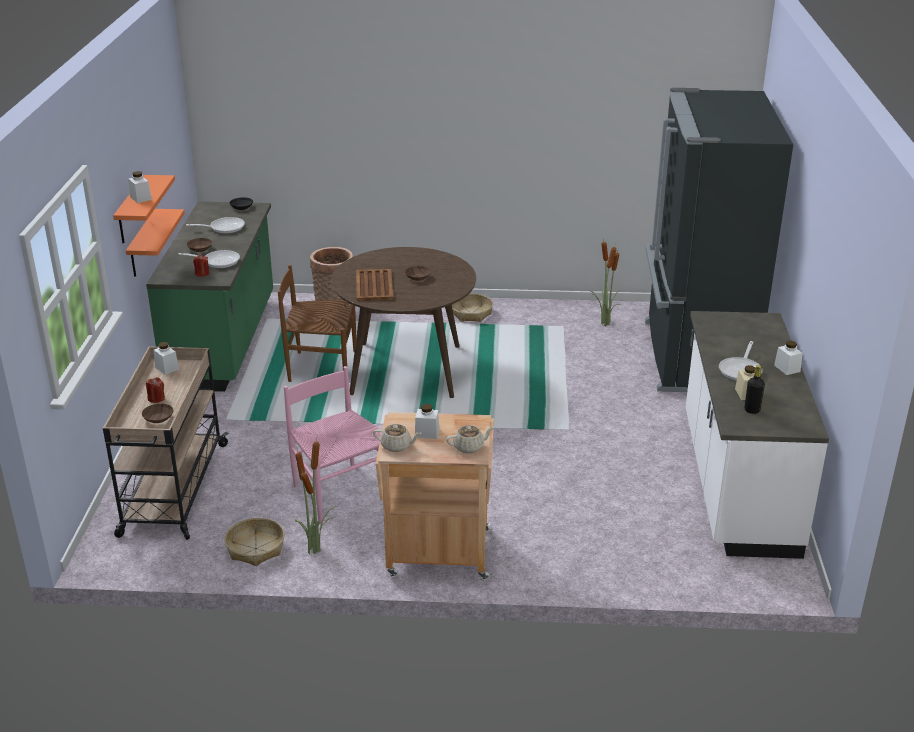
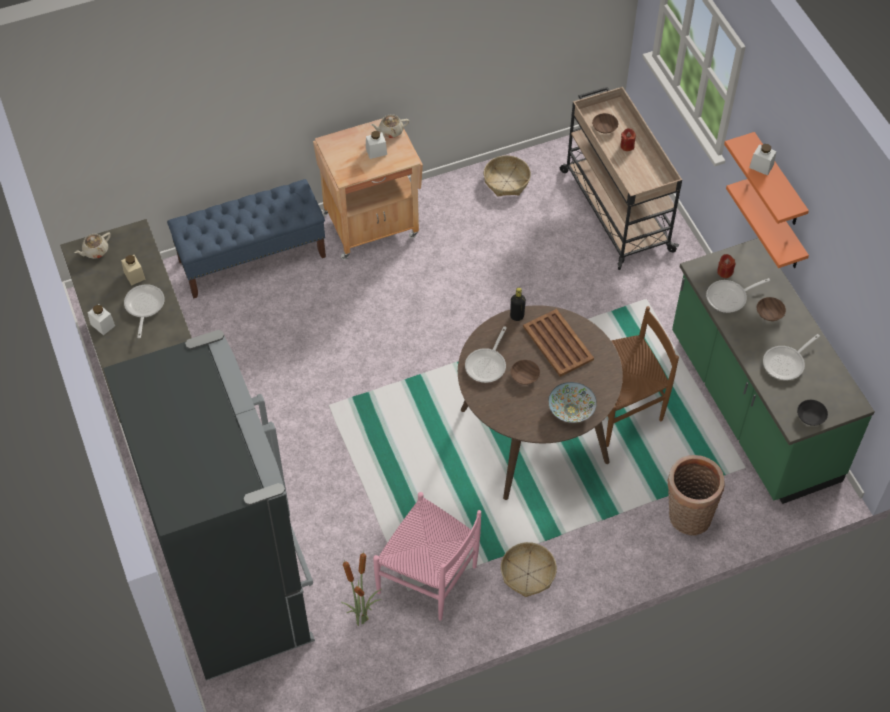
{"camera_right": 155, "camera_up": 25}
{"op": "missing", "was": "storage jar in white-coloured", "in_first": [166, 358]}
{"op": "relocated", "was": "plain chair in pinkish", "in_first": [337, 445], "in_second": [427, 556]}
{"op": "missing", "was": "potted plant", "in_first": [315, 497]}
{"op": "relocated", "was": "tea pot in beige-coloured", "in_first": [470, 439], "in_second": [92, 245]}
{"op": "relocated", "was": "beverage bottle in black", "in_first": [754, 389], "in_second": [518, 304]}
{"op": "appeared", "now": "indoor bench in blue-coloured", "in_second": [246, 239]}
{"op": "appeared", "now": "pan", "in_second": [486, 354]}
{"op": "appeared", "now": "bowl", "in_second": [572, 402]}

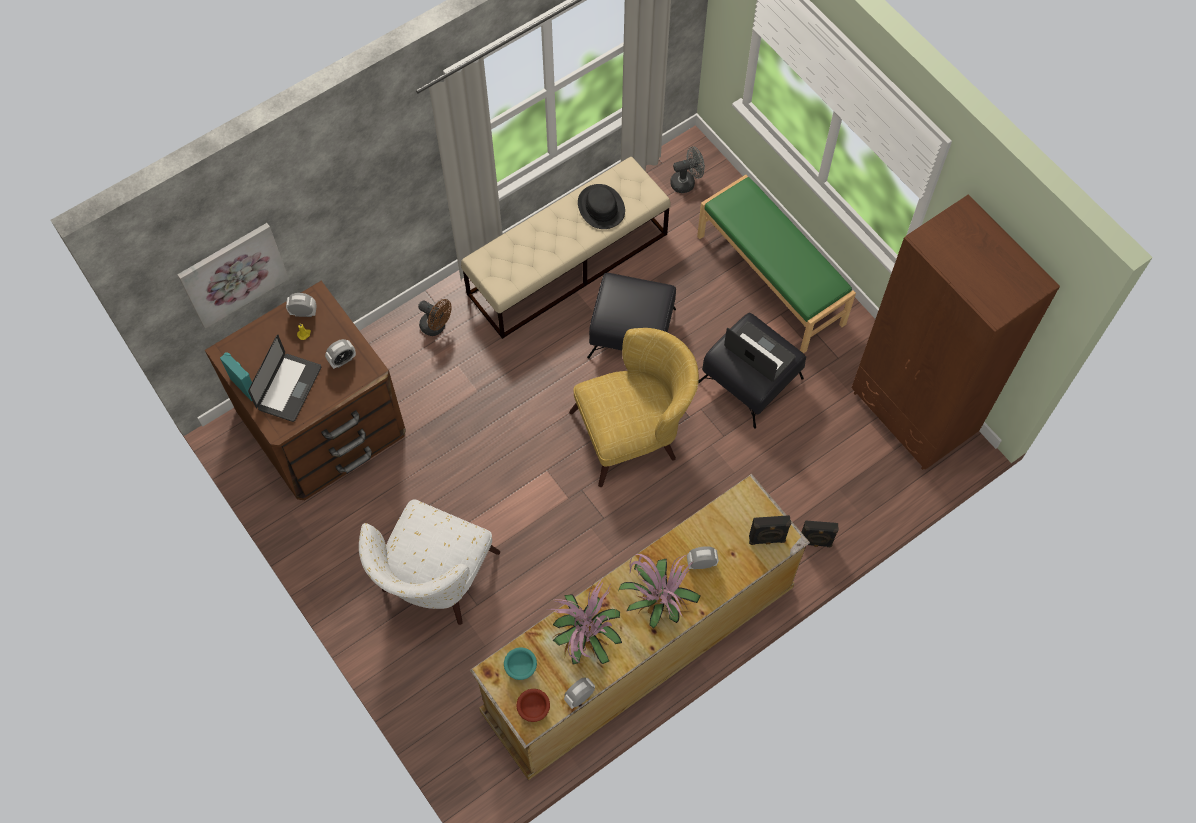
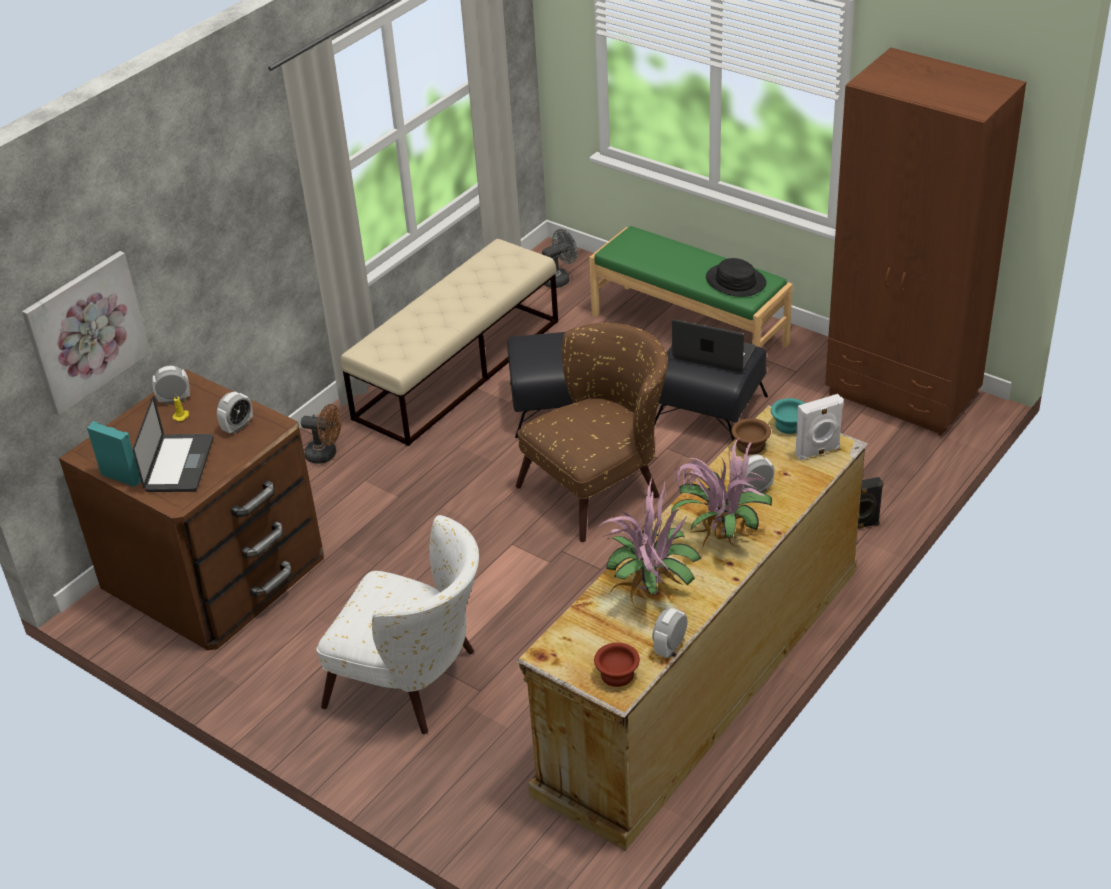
{"camera_right": -15, "camera_up": -25}
{"op": "spun", "was": "easy chair in white-coloured", "in_first": [429, 562], "in_second": [398, 624], "clockwise": -75}
{"op": "relocated", "was": "bowl in blue-green", "in_first": [520, 663], "in_second": [788, 416]}
{"op": "colour", "was": "easy chair in yellowish", "now": "easy chair in brownish", "in_first": [634, 407], "in_second": [592, 432]}
{"op": "relocated", "was": "clothing hat in black", "in_first": [601, 206], "in_second": [736, 277]}
{"op": "colour", "was": "audio speaker in black", "now": "audio speaker in white-coloured", "in_first": [770, 530], "in_second": [819, 427]}
{"op": "appeared", "now": "bowl in brownish", "in_second": [751, 436]}

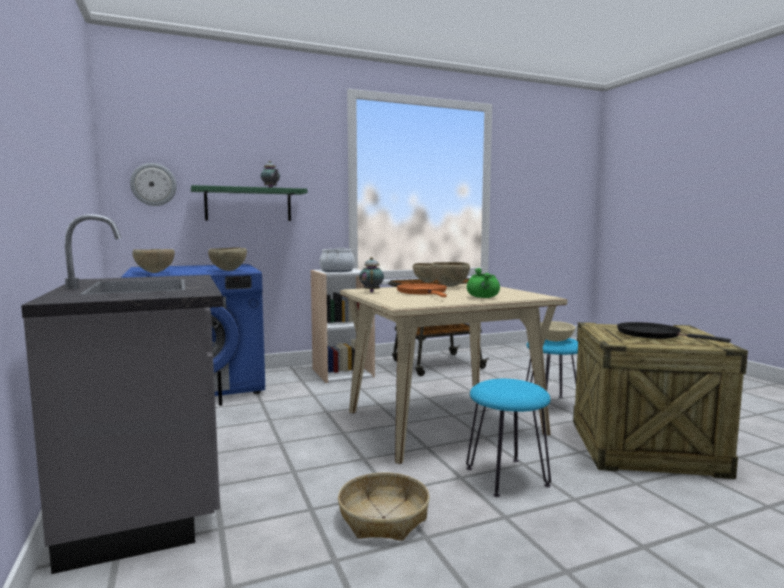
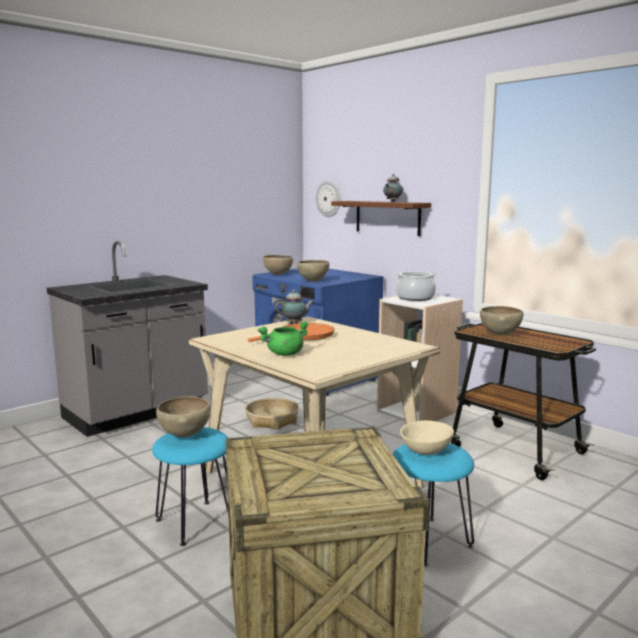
{"camera_right": 70, "camera_up": 5}
{"op": "colour", "was": "wall shelf in greenish", "now": "wall shelf in brownish", "in_first": [249, 203], "in_second": [381, 218]}
{"op": "relocated", "was": "basket", "in_first": [384, 506], "in_second": [272, 414]}
{"op": "relocated", "was": "bowl in brownish", "in_first": [450, 274], "in_second": [183, 416]}
{"op": "missing", "was": "pan in black", "in_first": [674, 332]}

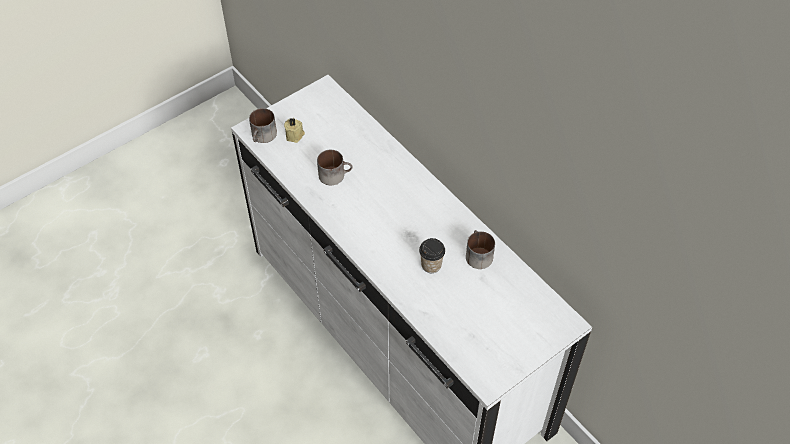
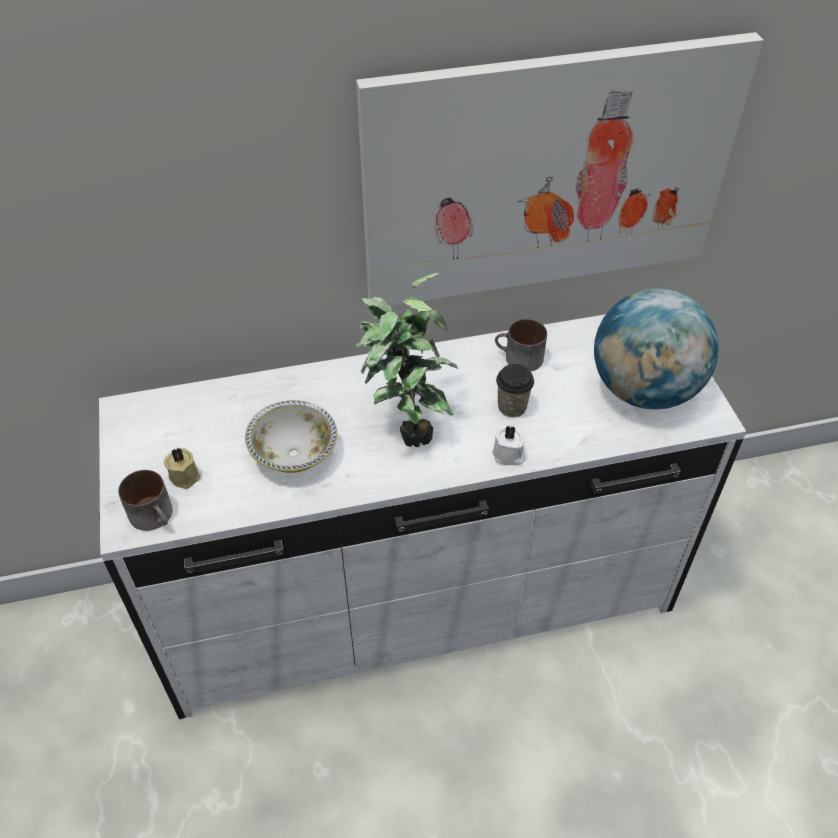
{"camera_right": -65, "camera_up": -5}
{"op": "exchanged", "was": "tea mug", "now": "bowl", "in_first": [335, 167], "in_second": [291, 436]}
{"op": "appeared", "now": "potted plant", "in_second": [406, 359]}
{"op": "appeared", "now": "wall picture", "in_second": [560, 169]}
{"op": "appeared", "now": "wax light in white-coloured", "in_second": [509, 445]}
{"op": "appeared", "now": "world globe", "in_second": [656, 349]}

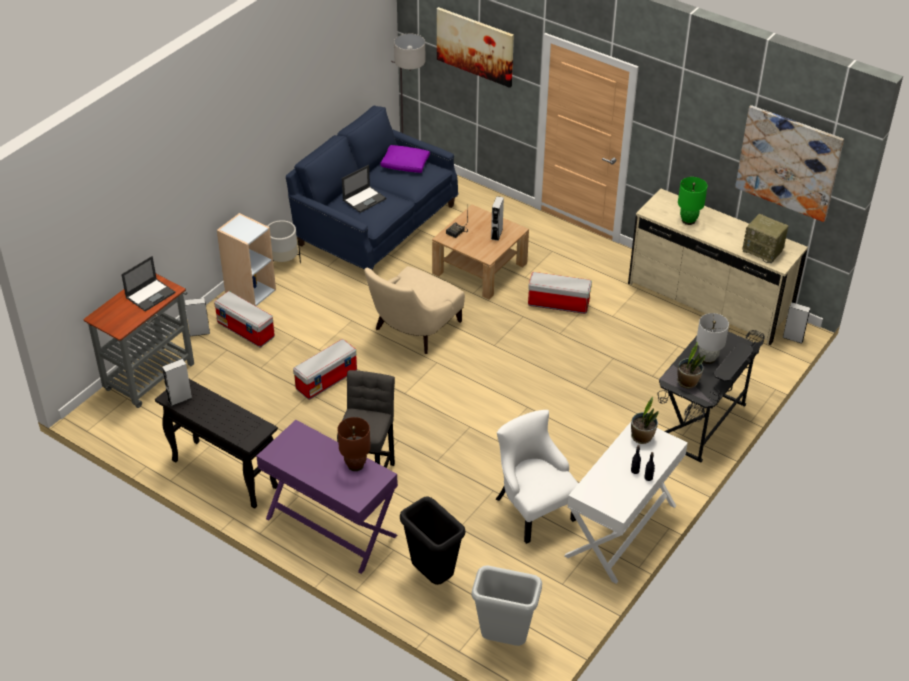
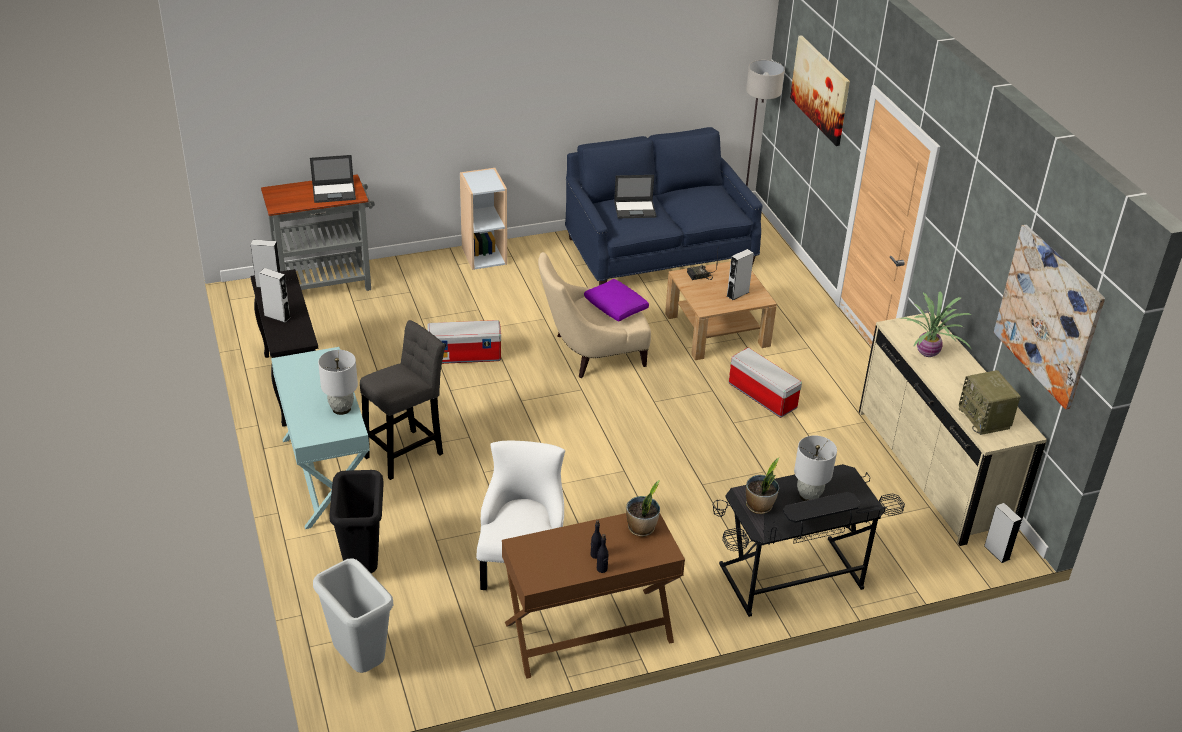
{"camera_right": 35, "camera_up": -5}
{"op": "relocated", "was": "audio speaker in greyish", "in_first": [197, 317], "in_second": [275, 295]}
{"op": "missing", "was": "storage bin", "in_first": [244, 319]}
{"op": "colour", "was": "desk table in purple-coloured", "now": "desk table in blue-green", "in_first": [327, 497], "in_second": [320, 438]}
{"op": "missing", "was": "flower pot in white-coloured", "in_first": [284, 241]}
{"op": "colour", "was": "lamp for a table in brownish", "now": "lamp for a table in white-coloured", "in_first": [354, 444], "in_second": [338, 382]}
{"op": "relocated", "was": "pillow in purple-coloured", "in_first": [405, 159], "in_second": [616, 300]}
{"op": "colour", "was": "desk table in white-coloured", "now": "desk table in brownish", "in_first": [626, 503], "in_second": [593, 596]}
{"op": "exchanged", "was": "lamp for a table in greenish", "now": "potted plant", "in_first": [692, 201], "in_second": [936, 324]}

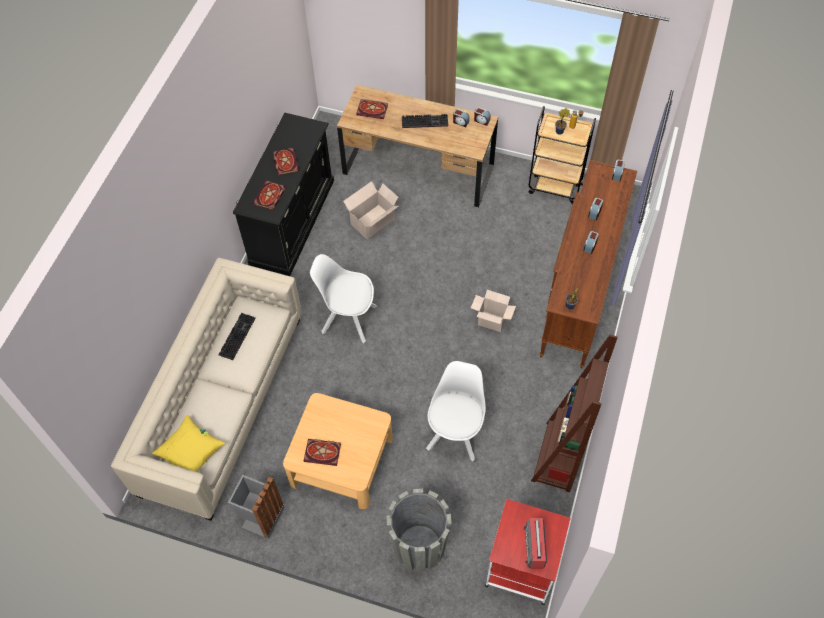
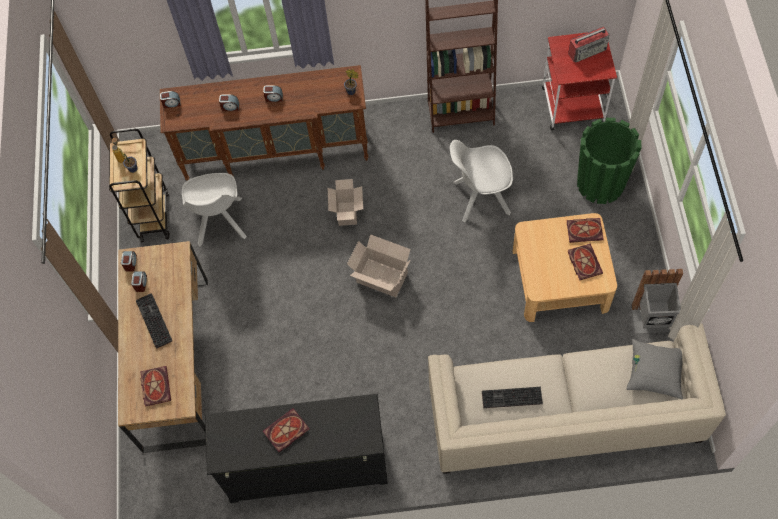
{"camera_right": -110, "camera_up": 5}
{"op": "colour", "was": "pillow in yellowish", "now": "pillow in greyish", "in_first": [189, 443], "in_second": [655, 369]}
{"op": "relocated", "was": "bound book", "in_first": [269, 195], "in_second": [585, 230]}
{"op": "relocated", "was": "plain chair in white-coloured", "in_first": [343, 298], "in_second": [214, 209]}
{"op": "relocated", "was": "carton", "in_first": [371, 210], "in_second": [379, 265]}
{"op": "colour", "was": "flower pot in greyish", "now": "flower pot in greenish", "in_first": [419, 530], "in_second": [609, 161]}

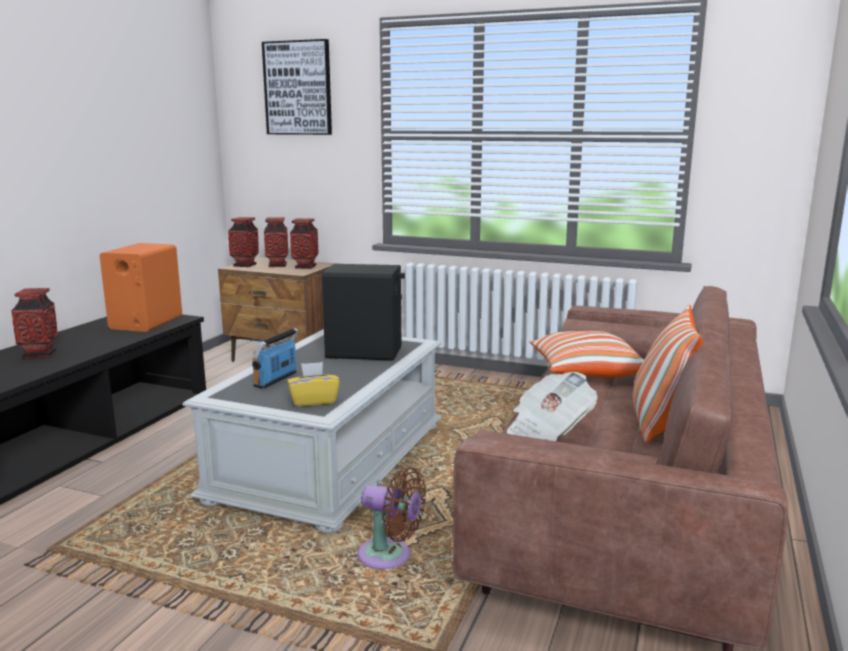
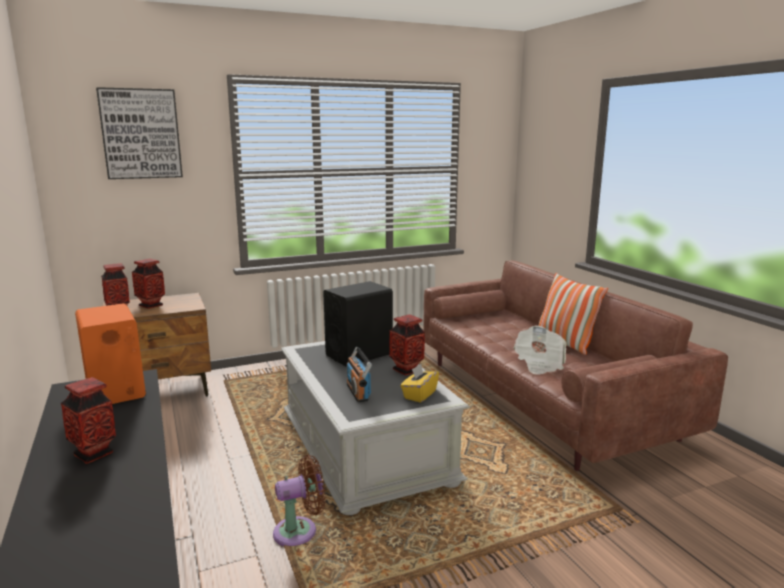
{"camera_right": -45, "camera_up": 0}
{"op": "relocated", "was": "decorative vase", "in_first": [304, 243], "in_second": [407, 345]}
{"op": "relocated", "was": "cooling fan in brownish", "in_first": [392, 518], "in_second": [299, 501]}
{"op": "missing", "was": "pillow", "in_first": [586, 354]}

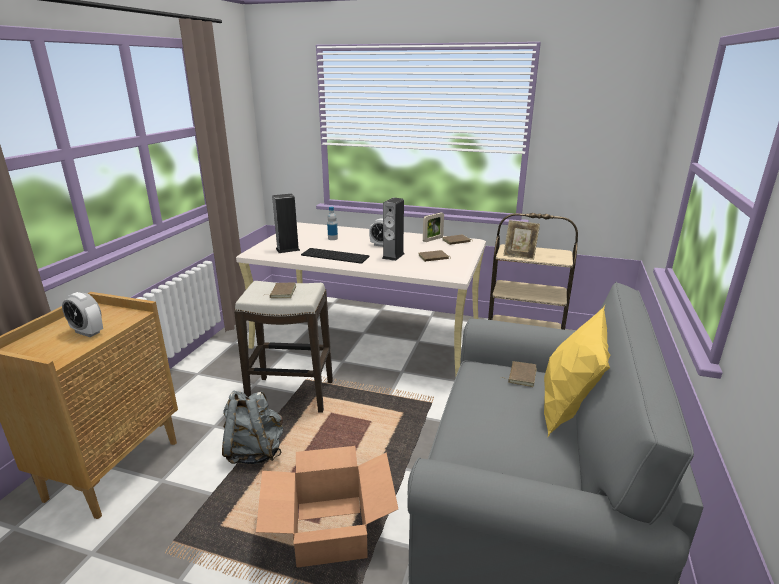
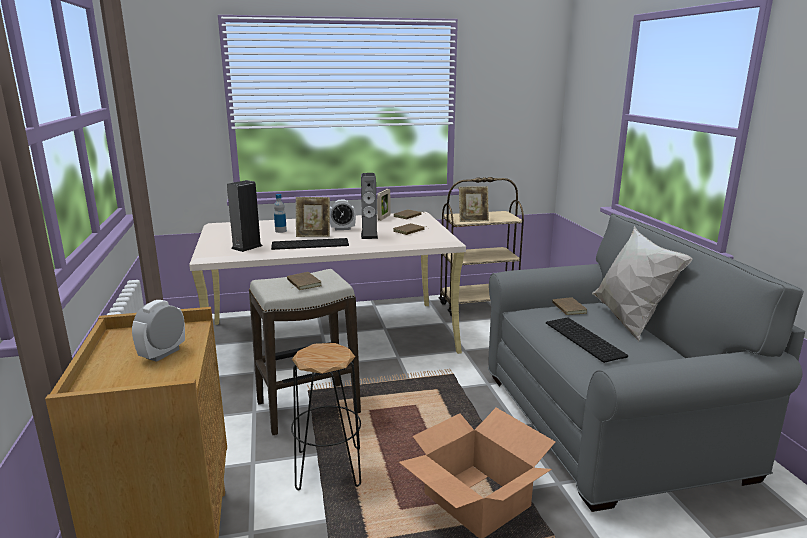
{"camera_right": -30, "camera_up": -5}
{"op": "spun", "was": "alarm clock", "in_first": [82, 314], "in_second": [158, 331], "clockwise": 120}
{"op": "exchanged", "was": "rucksack in greyish", "now": "sitting stool in black", "in_first": [252, 427], "in_second": [326, 416]}
{"op": "colour", "was": "pillow in yellowish", "now": "pillow in white-coloured", "in_first": [577, 371], "in_second": [642, 283]}
{"op": "appeared", "now": "picture frame", "in_second": [313, 217]}
{"op": "appeared", "now": "keyboard", "in_second": [587, 340]}

